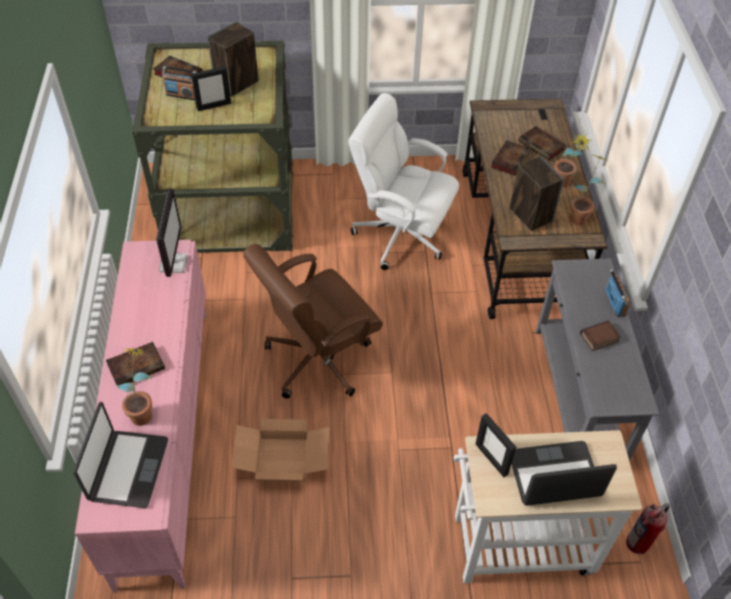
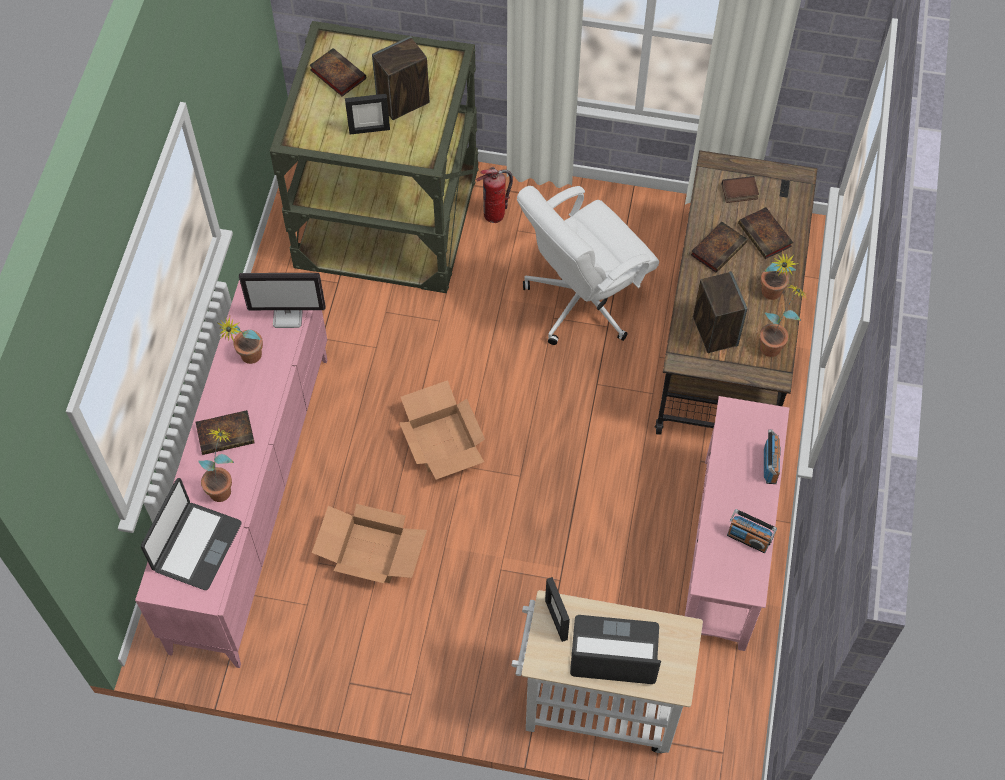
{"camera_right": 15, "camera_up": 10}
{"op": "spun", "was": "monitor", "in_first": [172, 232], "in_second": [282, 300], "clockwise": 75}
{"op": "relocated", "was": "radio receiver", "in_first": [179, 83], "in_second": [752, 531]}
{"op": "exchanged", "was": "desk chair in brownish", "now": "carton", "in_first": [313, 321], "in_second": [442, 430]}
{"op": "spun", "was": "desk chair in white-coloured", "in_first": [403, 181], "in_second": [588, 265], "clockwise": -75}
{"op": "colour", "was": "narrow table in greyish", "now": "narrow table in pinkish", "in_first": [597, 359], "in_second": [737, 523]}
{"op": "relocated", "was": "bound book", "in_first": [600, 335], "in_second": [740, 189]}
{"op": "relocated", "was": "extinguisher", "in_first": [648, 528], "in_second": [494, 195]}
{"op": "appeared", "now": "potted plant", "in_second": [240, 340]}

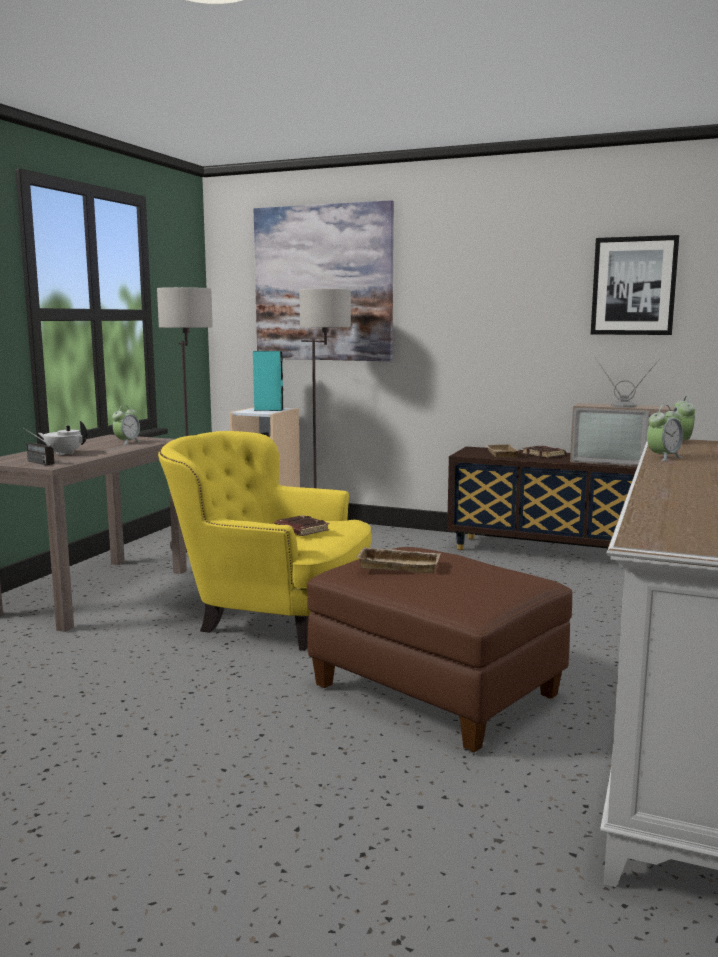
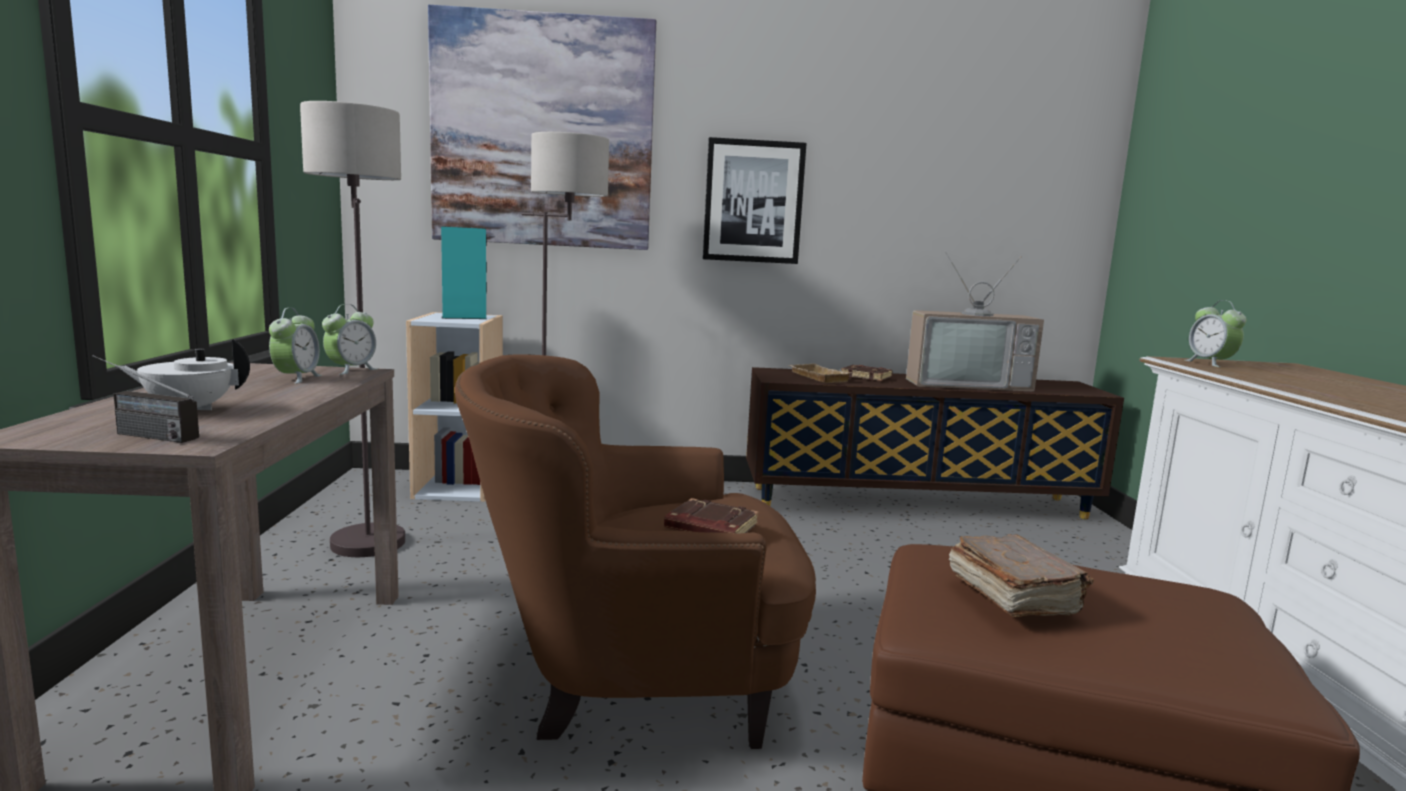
{"camera_right": -25, "camera_up": 0}
{"op": "colour", "was": "easy chair in yellowish", "now": "easy chair in brownish", "in_first": [264, 541], "in_second": [635, 551]}
{"op": "exchanged", "was": "carrying tray in beige-coloured", "now": "bound book in brownish", "in_first": [398, 560], "in_second": [1021, 575]}
{"op": "relocated", "was": "wall picture", "in_first": [635, 285], "in_second": [755, 200]}
{"op": "relocated", "was": "alarm clock", "in_first": [665, 433], "in_second": [349, 339]}

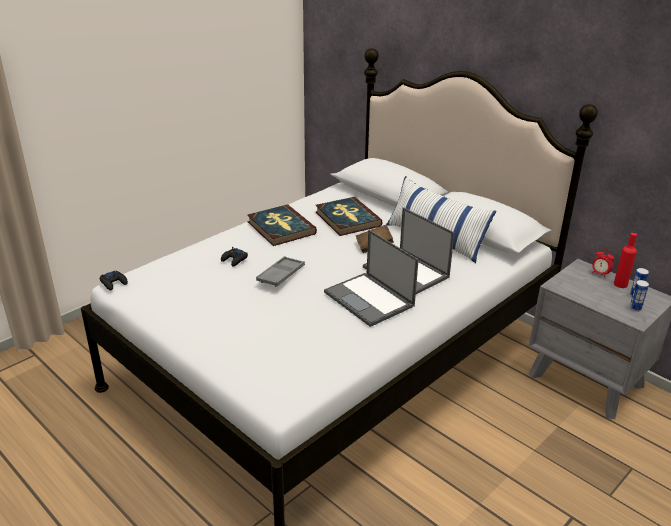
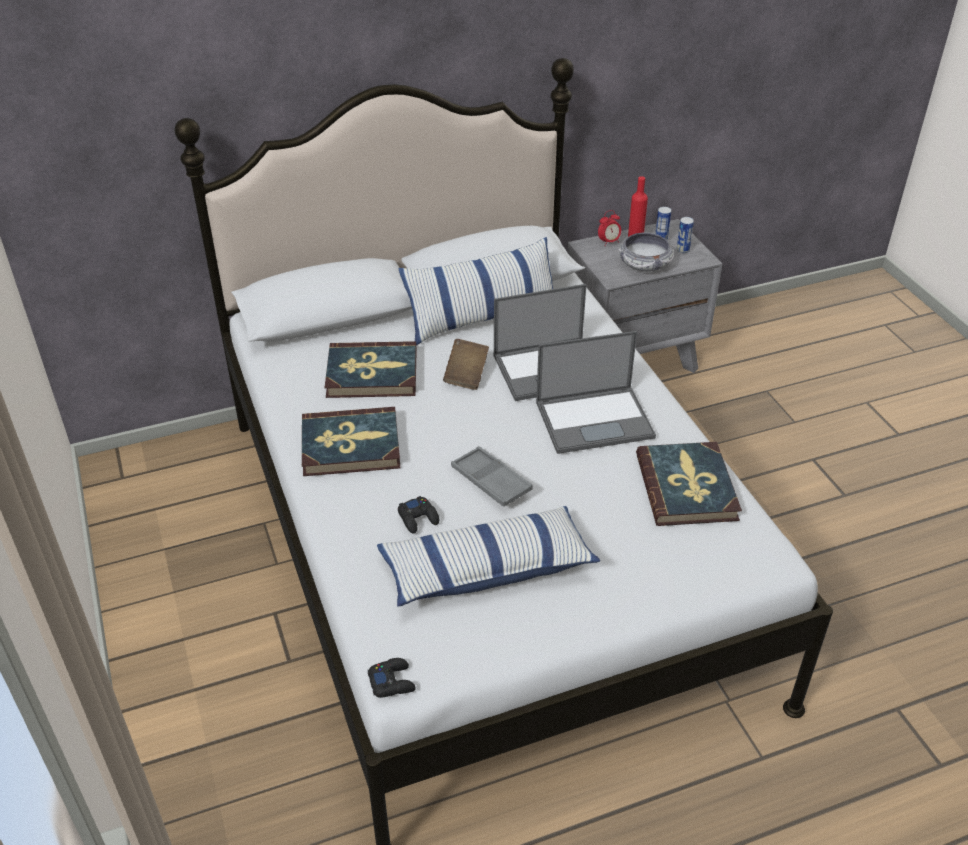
{"camera_right": -65, "camera_up": 10}
{"op": "appeared", "now": "pillow", "in_second": [488, 556]}
{"op": "appeared", "now": "bowl", "in_second": [646, 252]}
{"op": "appeared", "now": "bound book", "in_second": [689, 484]}

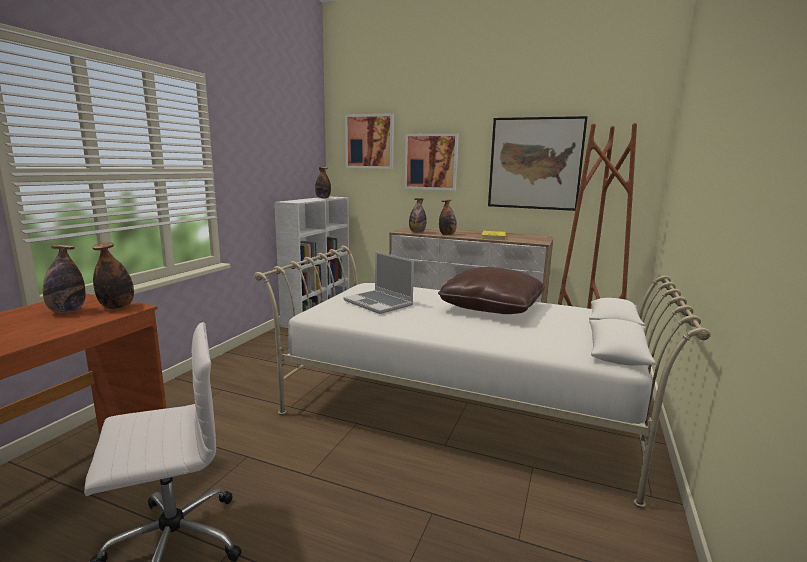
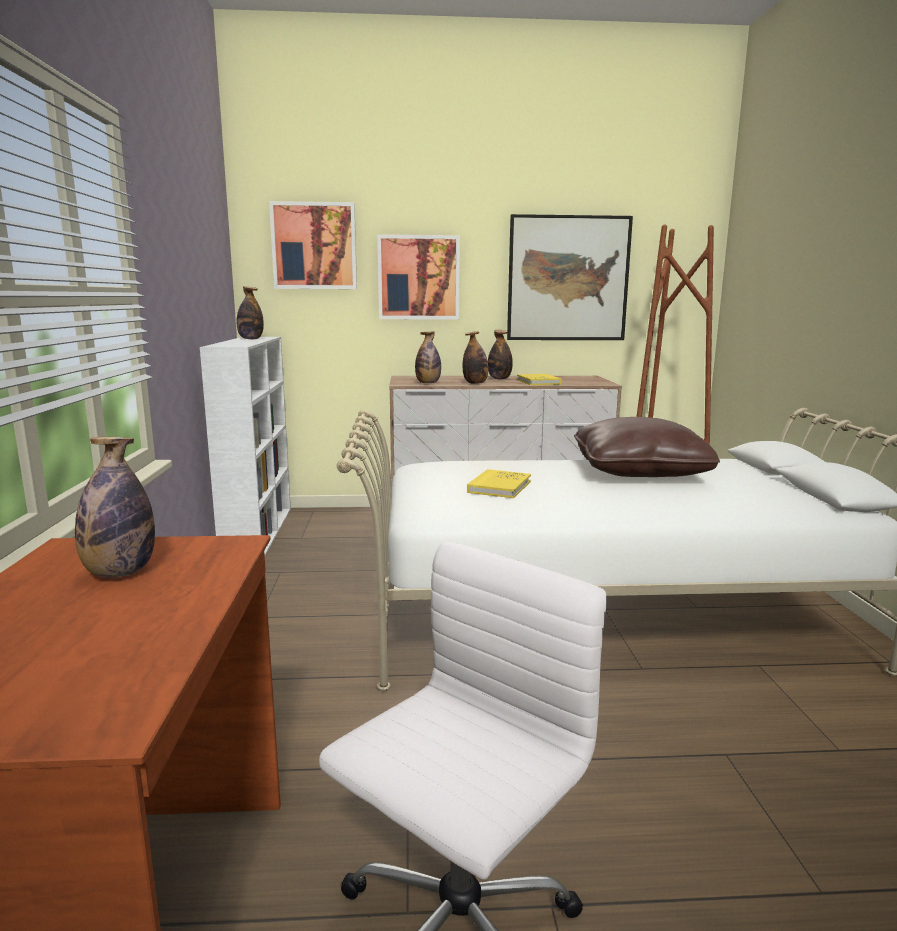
{"camera_right": -25, "camera_up": 0}
{"op": "relocated", "was": "beverage bottle", "in_first": [113, 275], "in_second": [500, 354]}
{"op": "exchanged", "was": "notebook computer", "now": "bound book in yellowish", "in_first": [378, 282], "in_second": [499, 483]}

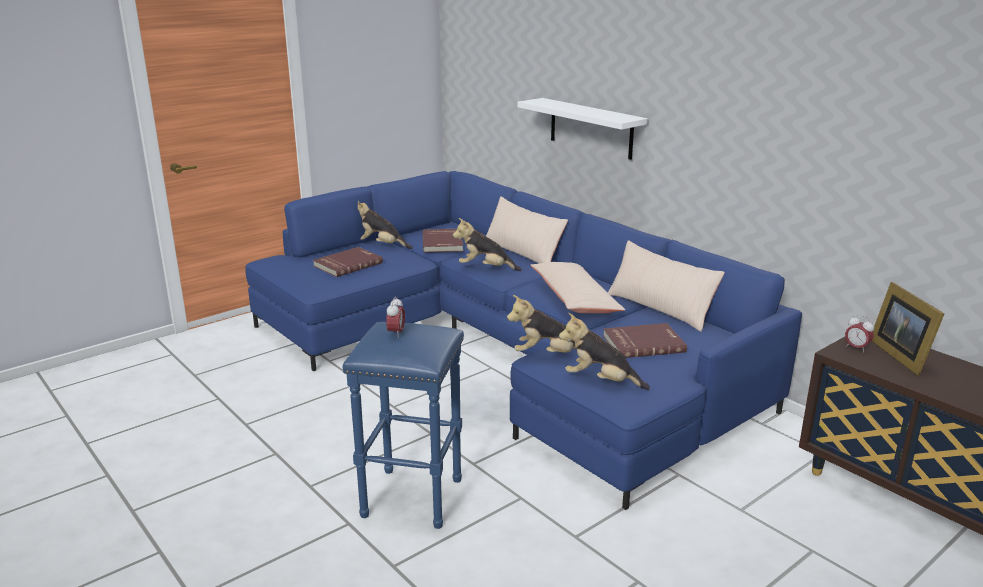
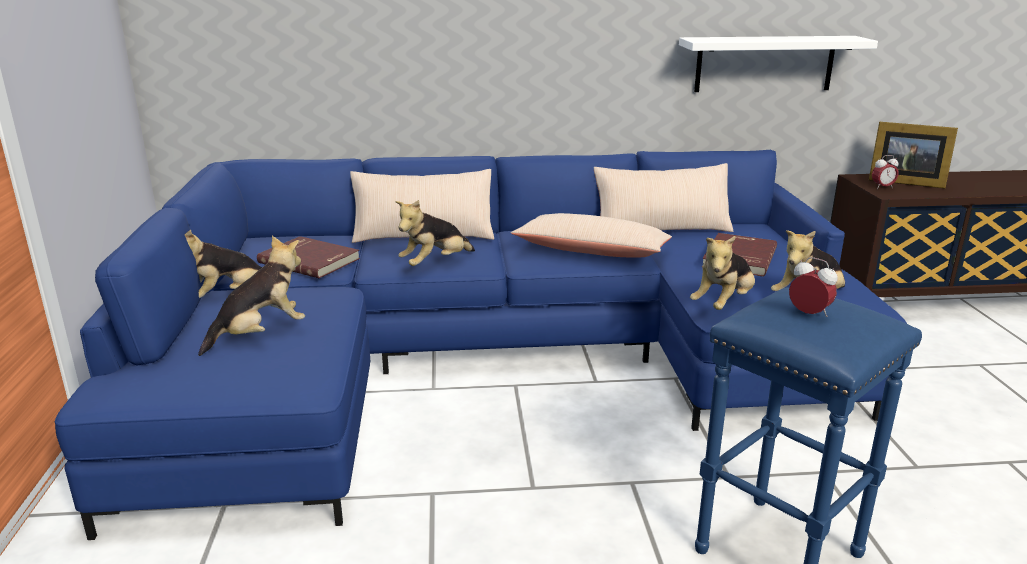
{"camera_right": -55, "camera_up": 0}
{"op": "exchanged", "was": "bound book in red-coloured", "now": "soft toy", "in_first": [348, 262], "in_second": [251, 296]}
{"op": "relocated", "was": "wall shelf in white-coloured", "in_first": [582, 129], "in_second": [778, 64]}

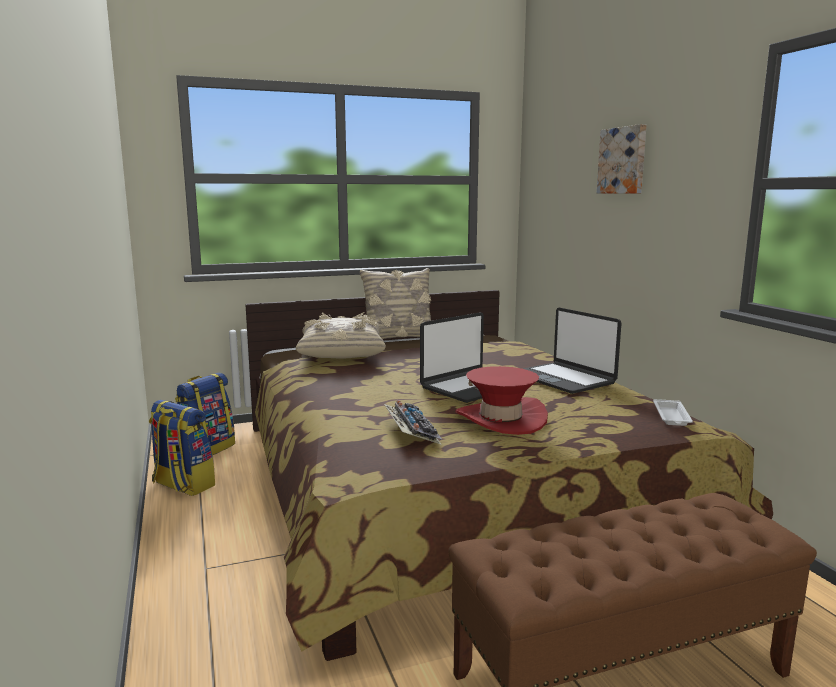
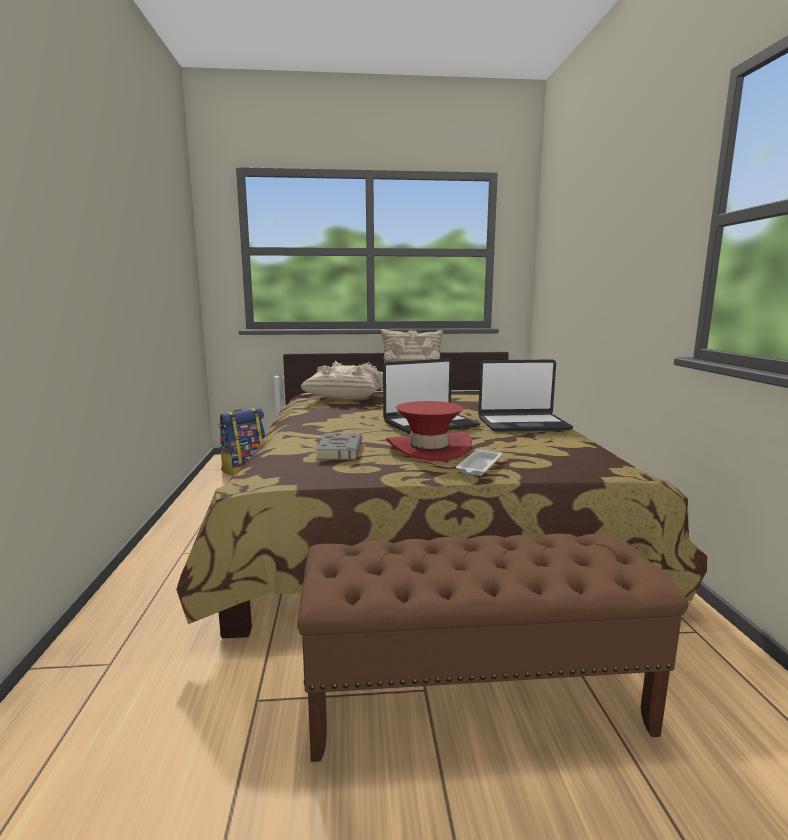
{"camera_right": 15, "camera_up": 0}
{"op": "missing", "was": "rucksack", "in_first": [182, 448]}
{"op": "exchanged", "was": "keyboard", "now": "bound book in greyish", "in_first": [413, 422], "in_second": [338, 446]}
{"op": "spun", "was": "notebook computer", "in_first": [572, 350], "in_second": [525, 396], "clockwise": -75}
{"op": "missing", "was": "wall picture", "in_first": [622, 159]}
{"op": "relocated", "was": "carrying tray in white-coloured", "in_first": [673, 412], "in_second": [479, 462]}

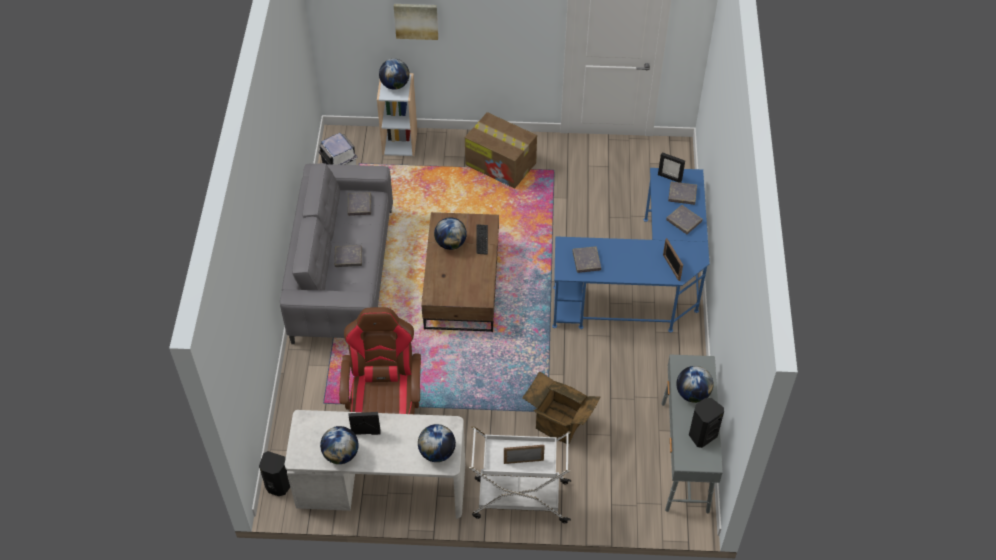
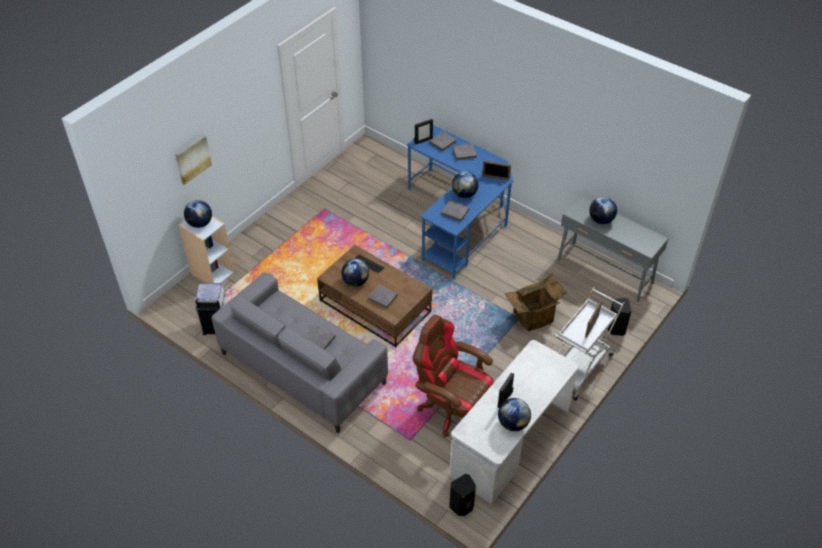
{"camera_right": -55, "camera_up": -5}
{"op": "relocated", "was": "bound book in greyish", "in_first": [359, 204], "in_second": [383, 296]}
{"op": "relocated", "was": "world globe", "in_first": [437, 443], "in_second": [465, 184]}
{"op": "missing", "was": "carton", "in_first": [501, 150]}
{"op": "relocated", "was": "audio speaker in black", "in_first": [706, 423], "in_second": [619, 317]}

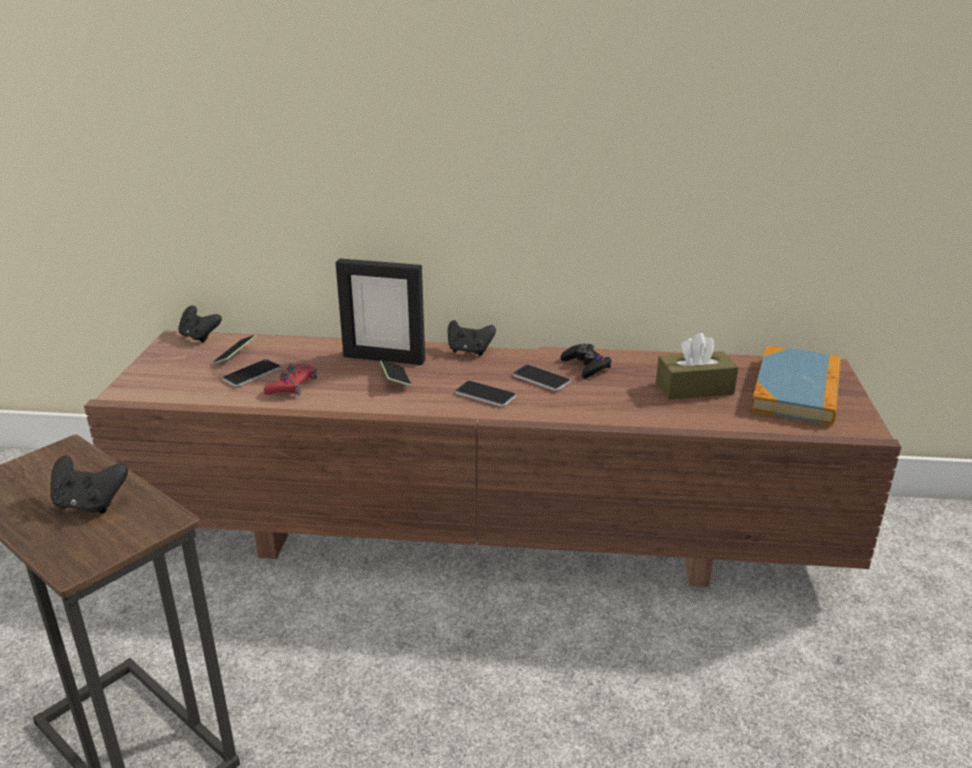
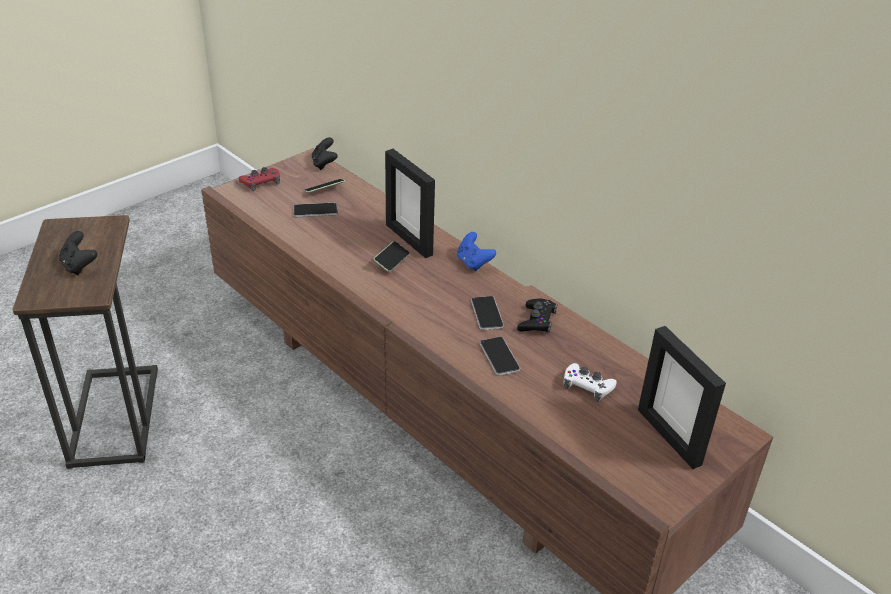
{"camera_right": 40, "camera_up": 10}
{"op": "relocated", "was": "gamepad in red-coloured", "in_first": [290, 379], "in_second": [259, 179]}
{"op": "colour", "was": "gamepad in black", "now": "gamepad in blue-coloured", "in_first": [472, 338], "in_second": [476, 251]}
{"op": "relocated", "was": "phone", "in_first": [485, 394], "in_second": [500, 356]}
{"op": "exchanged", "was": "box of tissues in brownish", "now": "gamepad in white-coloured", "in_first": [697, 366], "in_second": [590, 382]}
{"op": "exchanged", "was": "bound book", "now": "picture frame", "in_first": [796, 385], "in_second": [682, 397]}

